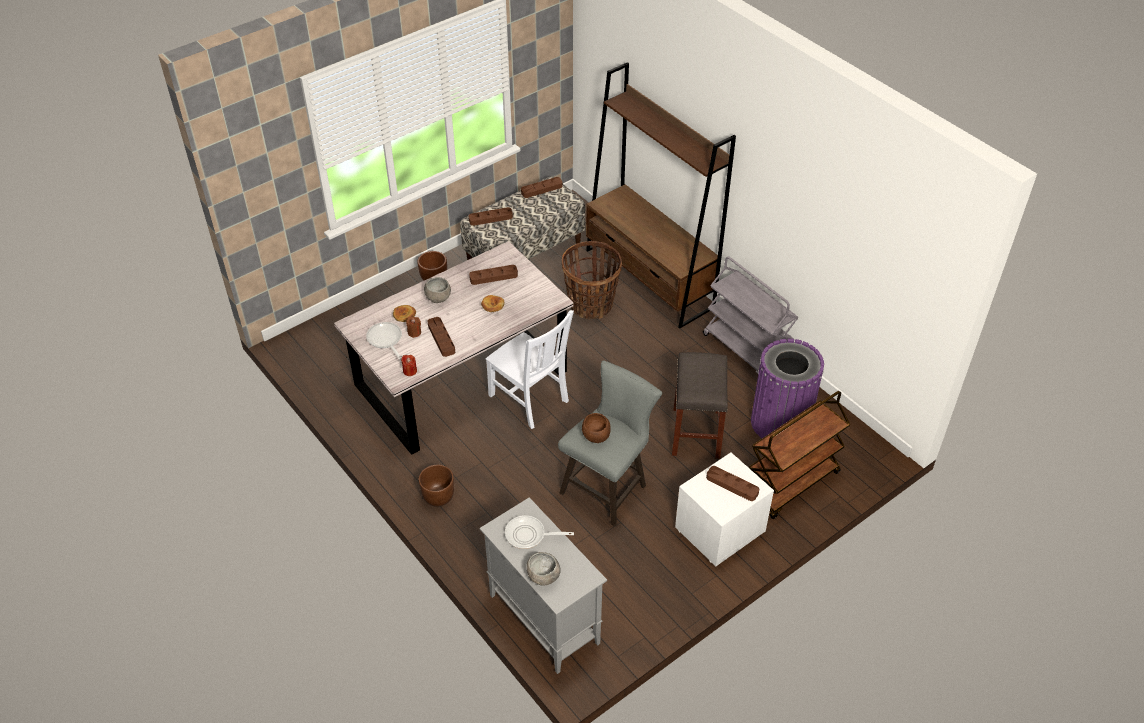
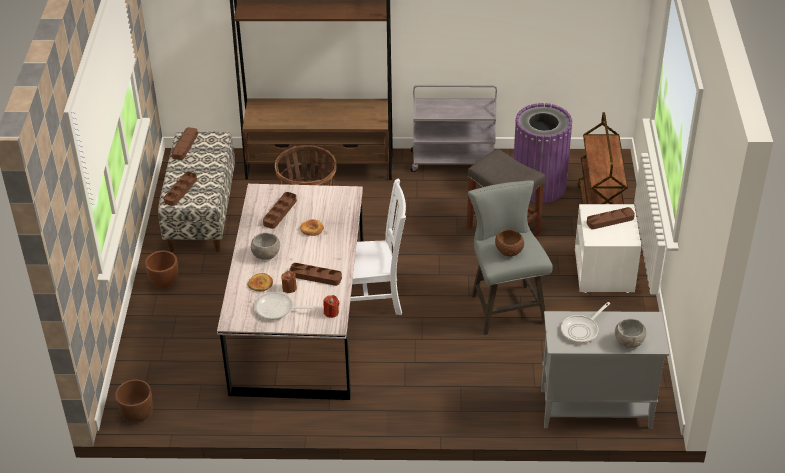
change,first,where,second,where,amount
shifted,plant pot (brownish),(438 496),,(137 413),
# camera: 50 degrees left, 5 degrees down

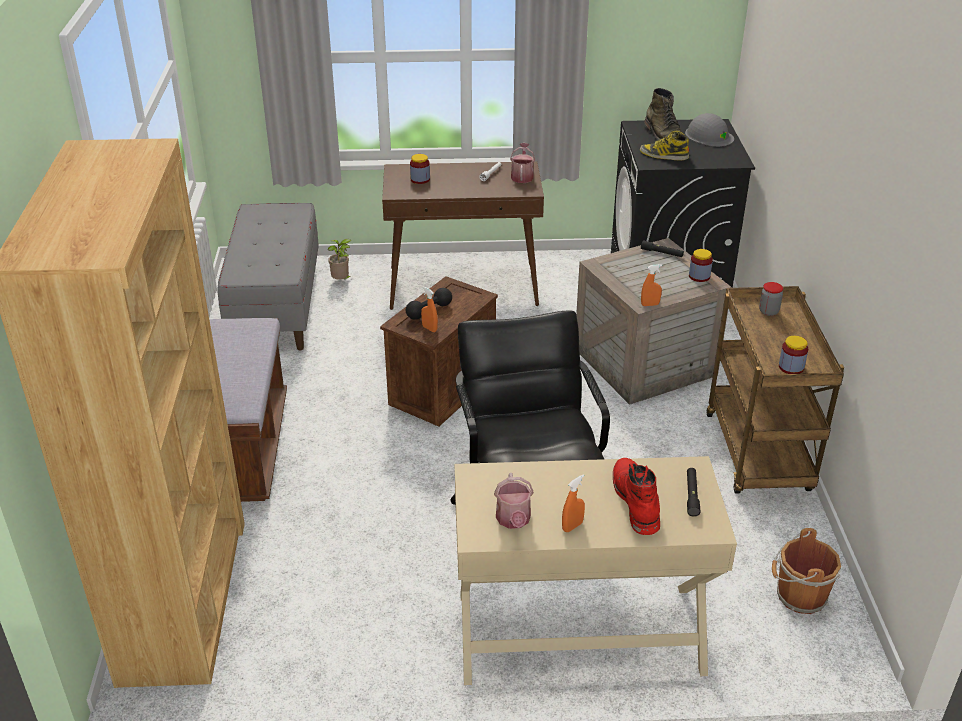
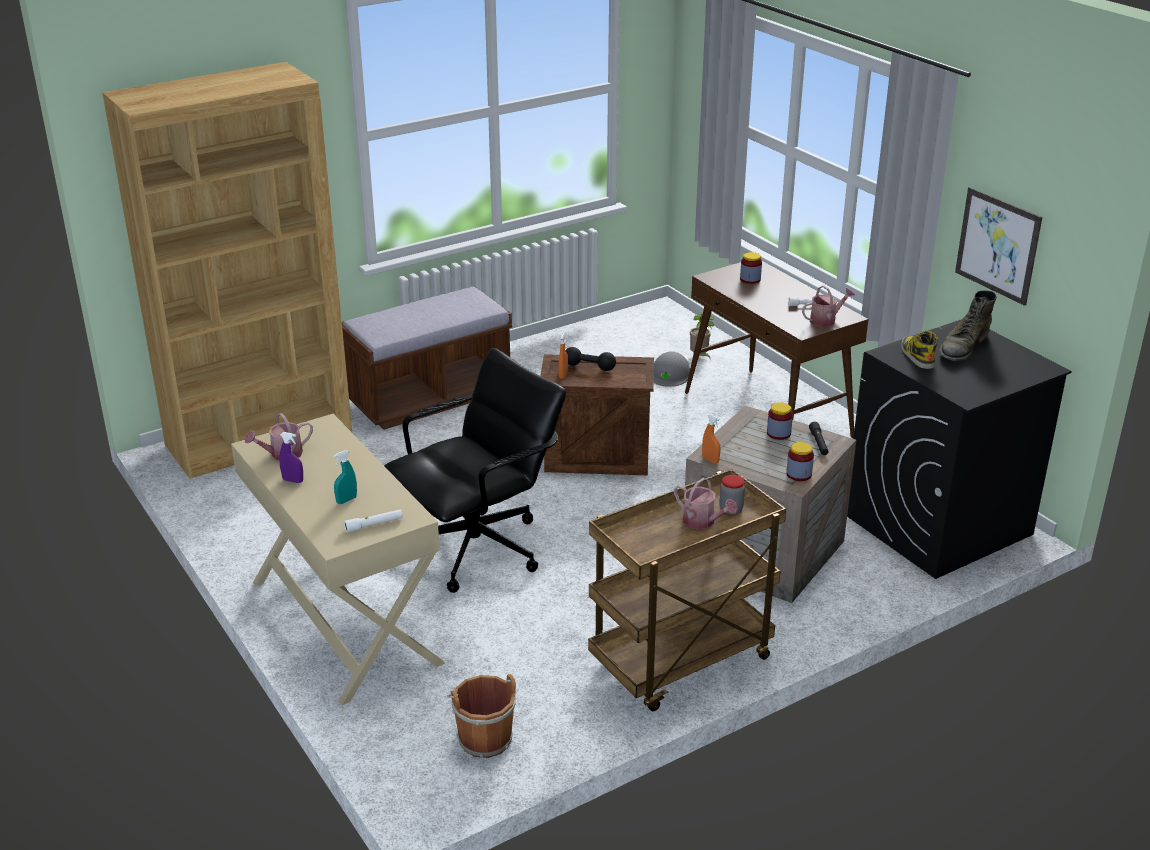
change,first,where,second,where,amount
gone,indoor bench (greyish),(275 307),,,
repainted,sprayer (orange),(572 526),sprayer (purplish),(293 480),
swapped,boot (reddish),(635 500),sprayer (blue-green),(346 500),
shifted,safety helmet (greyish),(709 136),,(670 374),
repainted,torch (black-coloured),(691 495),torch (white),(374 525),
shifted,jar,(791 367),,(778 433),
new,,,sprinkling can,(702 522),
new,,,picture,(997 245),
# camera: 60 degrees right, 5 degrees down

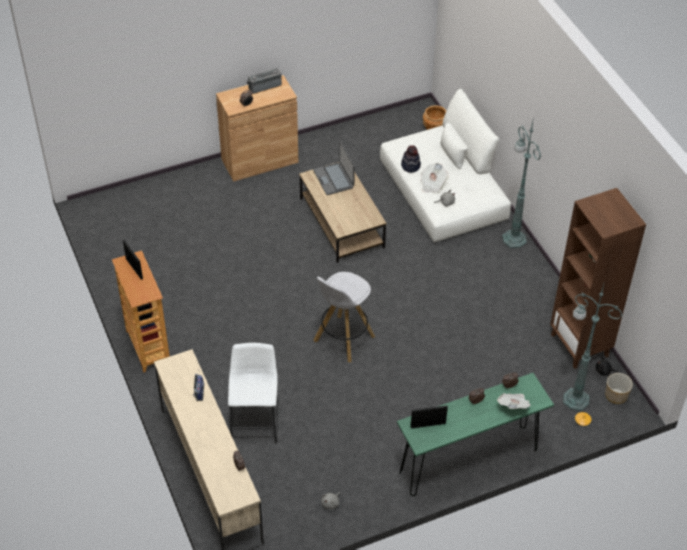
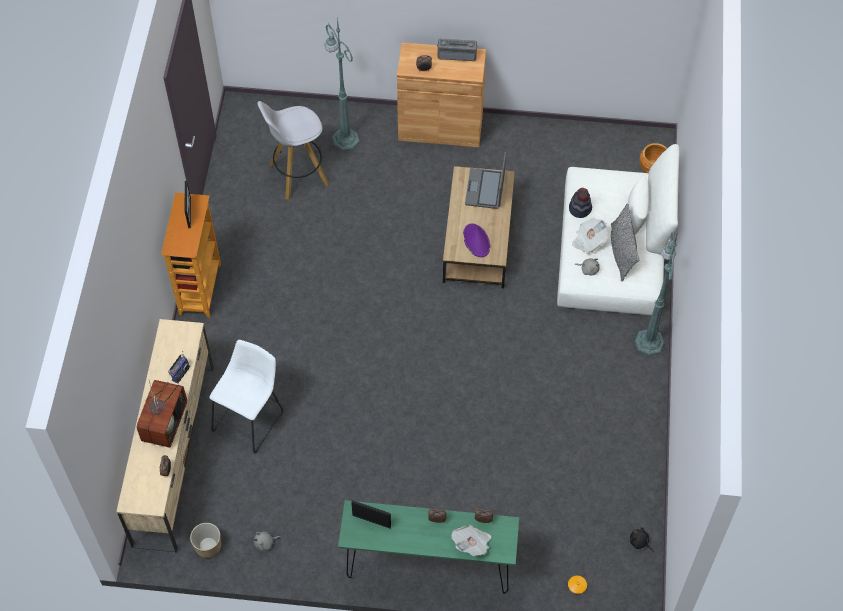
change,first,where,second,where,amount
shifted,stool seat (white),(343 339),,(297 175),
gone,bookshelf (brownish),(580 345),,,
shifted,standard lamp (green),(574 399),,(345 138),
shifted,plant pot,(616 396),,(208 546),
new,,,television,(163 421),
new,,,hat (purplish),(476 241),
new,,,throw pillow (greyish),(621 252),
# camera: 30 degrees right, 10 degrees up

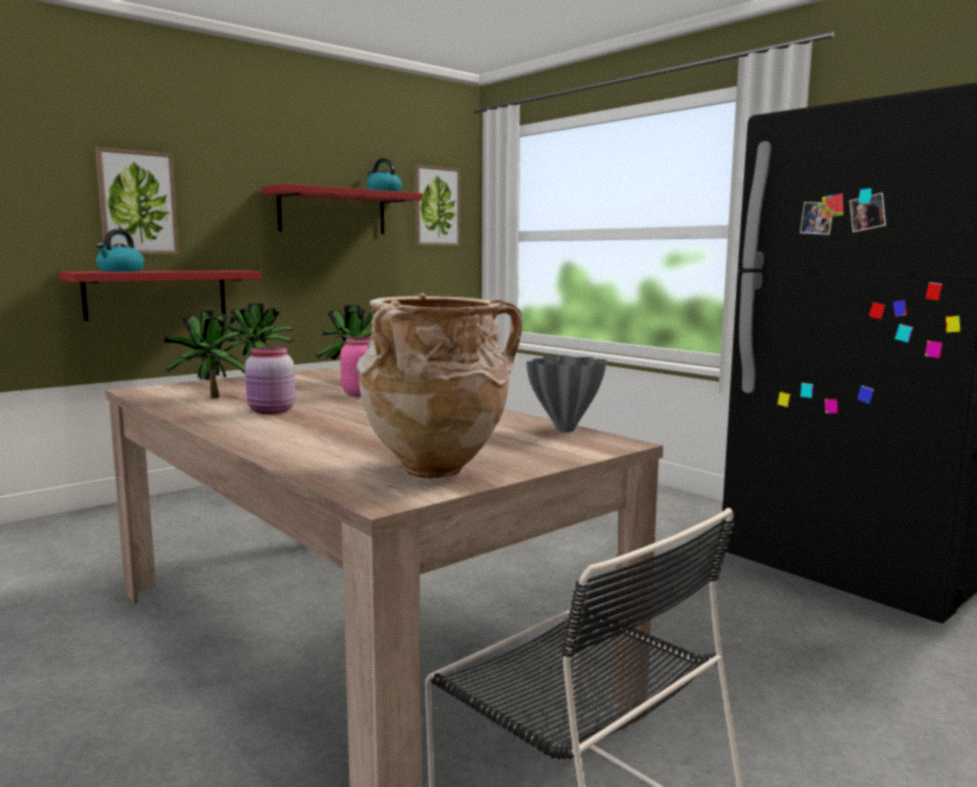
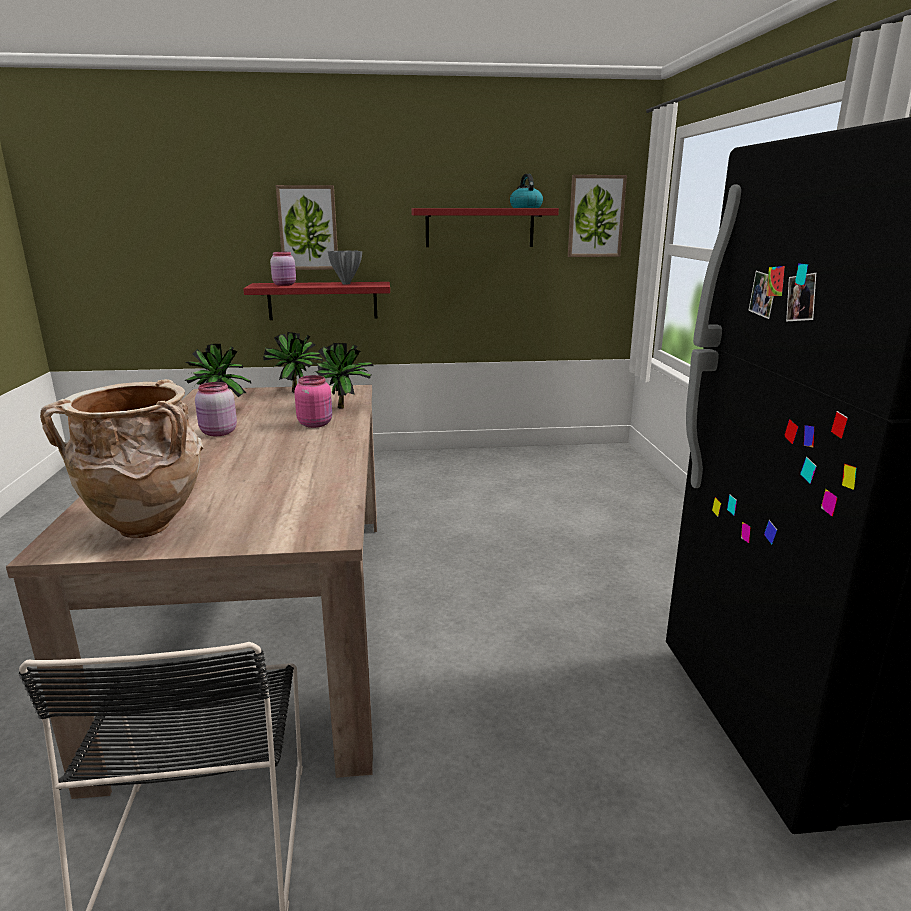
change,first,where,second,where,amount
swapped,water kettle,(120 271),jar (pinkish),(285 285),
shifted,flower vase (greyish),(567 430),,(347 284),
# camera: 35 degrees right, 10 degrees up

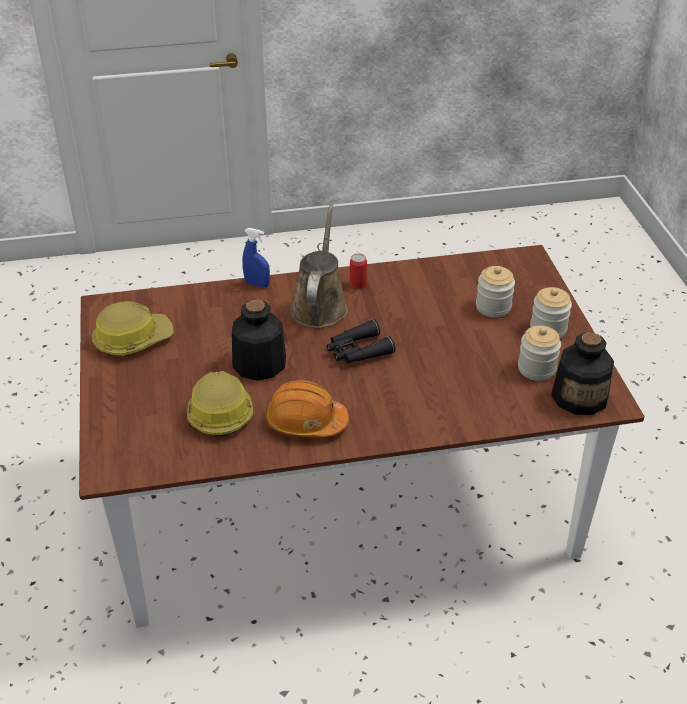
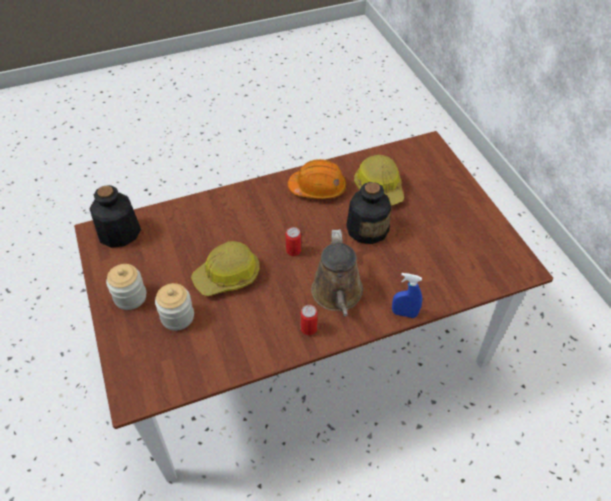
change,first,where,second,where,amount
shifted,safety helmet,(132 339),,(228 276),
swapped,pair of binoculars (black-coloured),(357 351),can,(293 251),
gone,jar,(536 368),,,
# camera: 170 degrees right, 10 degrees up

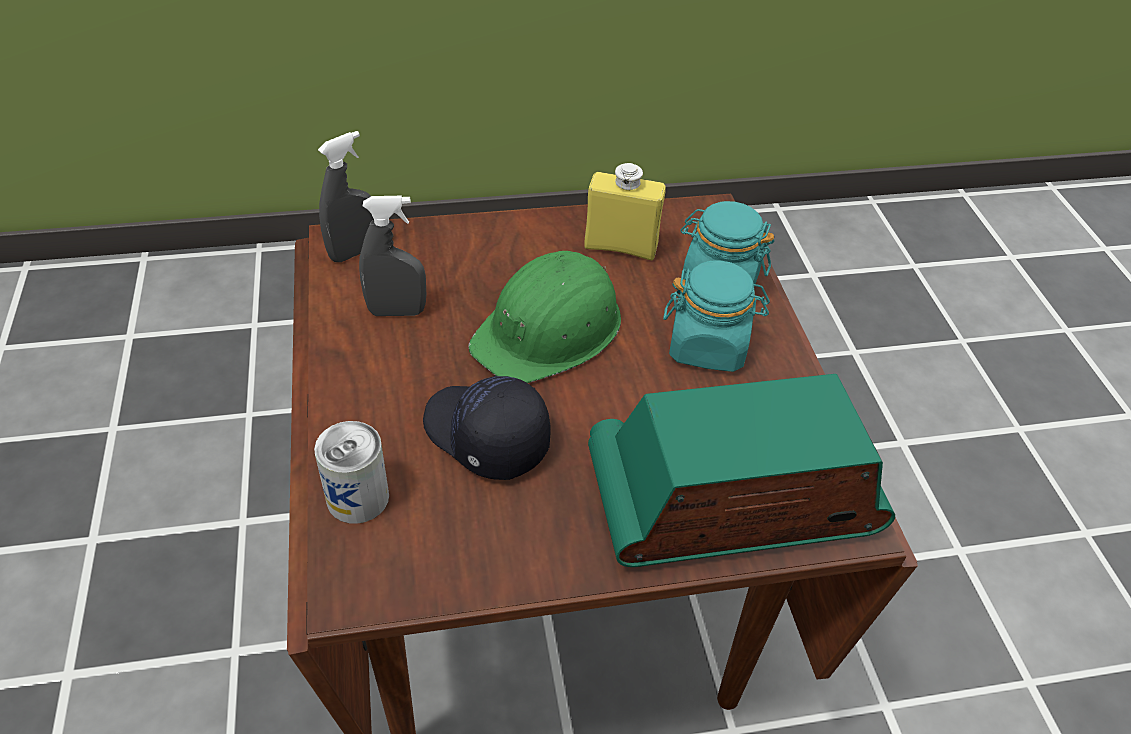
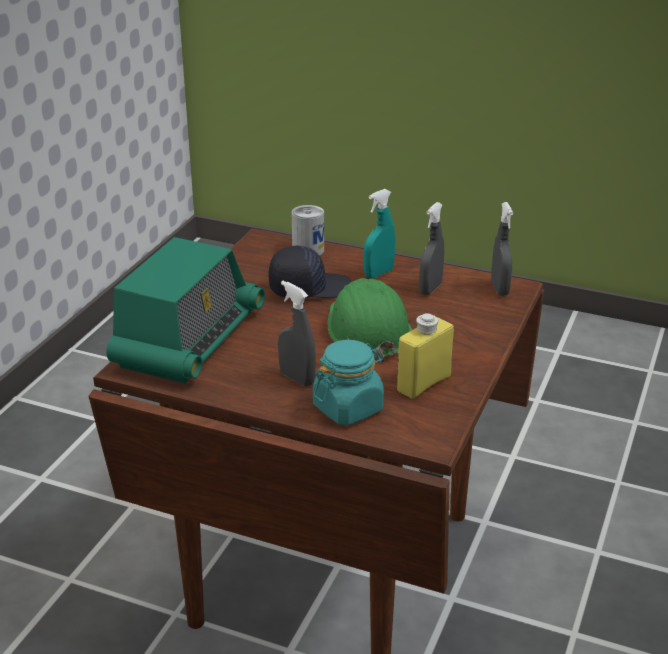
change,first,where,second,where,amount
swapped,jar (blue-green),(708 346),sprayer (greyish),(297 378),
new,,,sprayer (blue-green),(378 273),
# camera: 125 degrees right, 15 degrees down

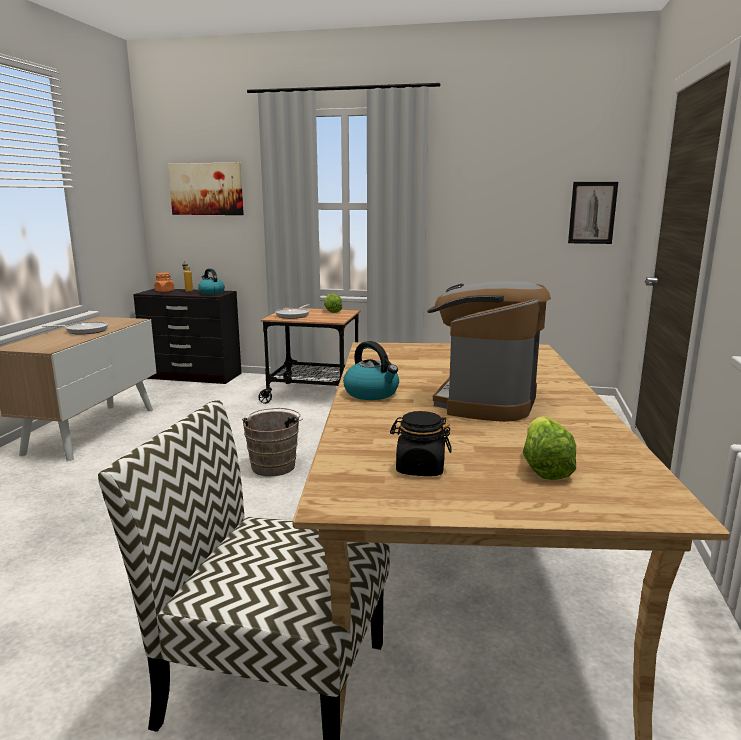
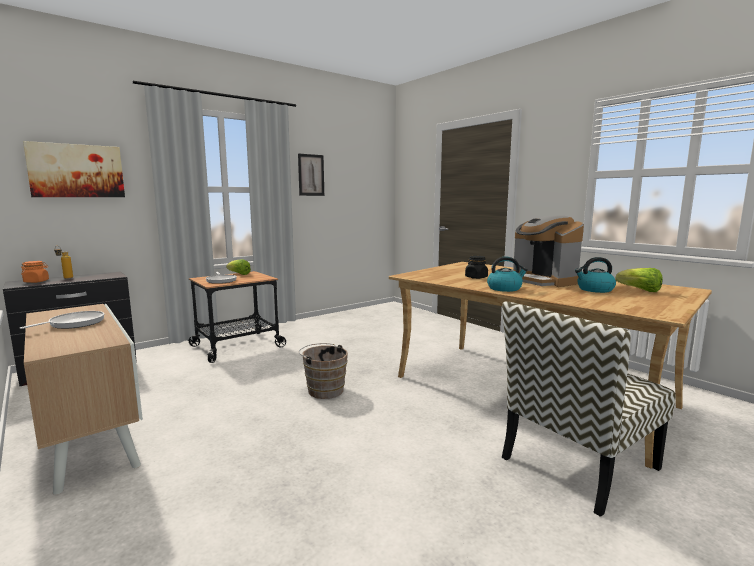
change,first,where,second,where,amount
shifted,water kettle,(211 293),,(594 289),
shifted,jar (black-coloured),(420 468),,(476 277),
shifted,picture,(592 213),,(311 175),
# camera: 50 degrees left, 5 degrees down

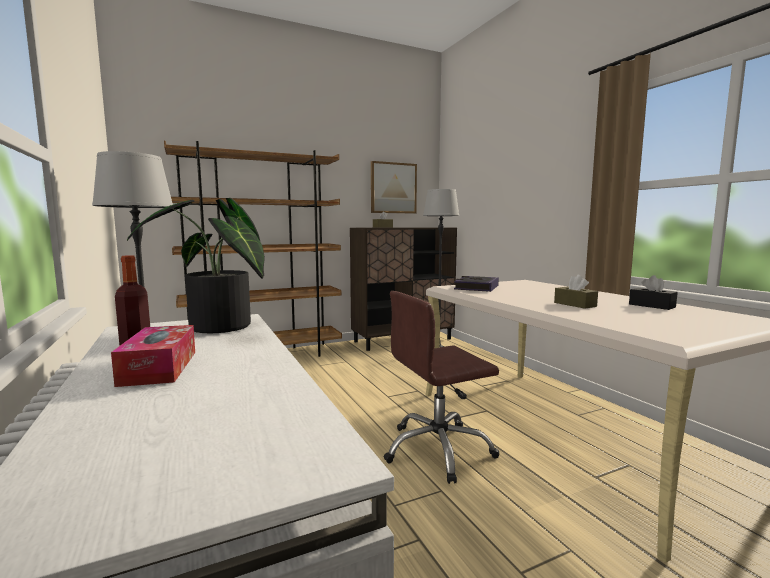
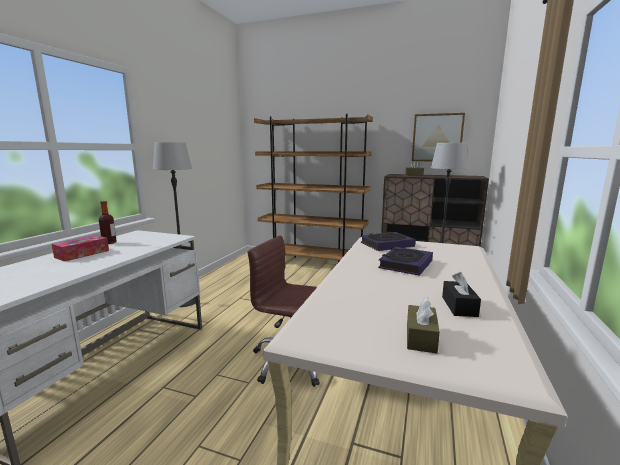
change,first,where,second,where,amount
gone,plant in a pot,(220 328),,,
shifted,tissue holder (brownish),(575 304),,(421 337),
new,,,book,(405 264),
# camera: 45 degrees right, 5 degrees up

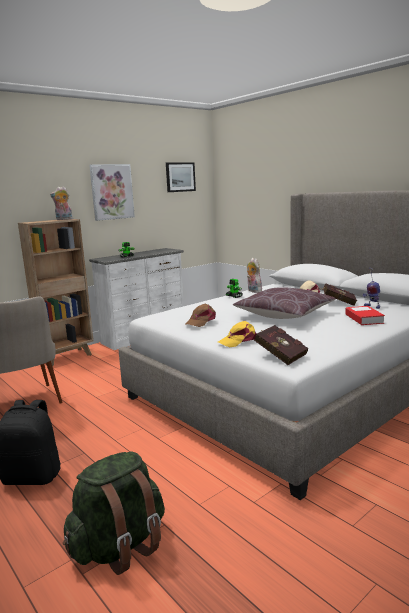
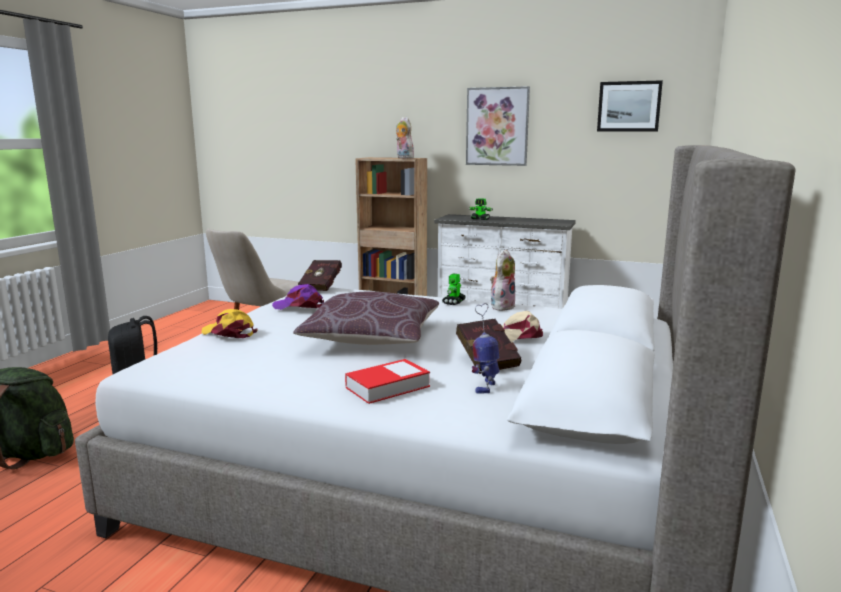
change,first,where,second,where,amount
repainted,peaked cap (brownish),(201 321),peaked cap (purplish),(299 306),
shifted,book (reddish),(279 355),,(322 286),
# camera: 60 degrees right, 0 degrees up

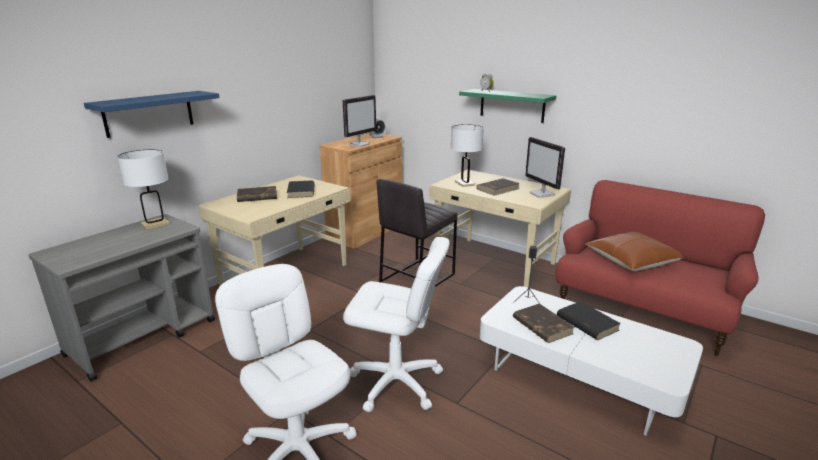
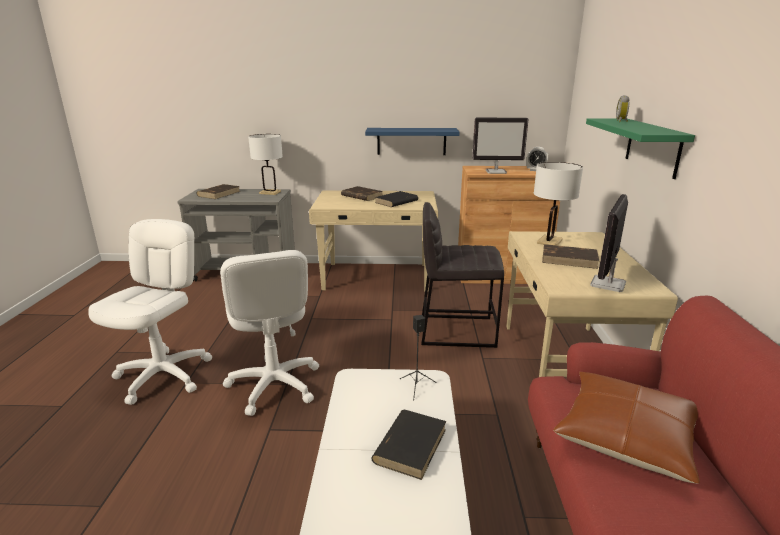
change,first,where,second,where,amount
shifted,shelf (blue),(149 113),,(411 141),
shifted,book (brownish),(542 325),,(219 193),
# camera: 55 degrees right, 0 degrees up

